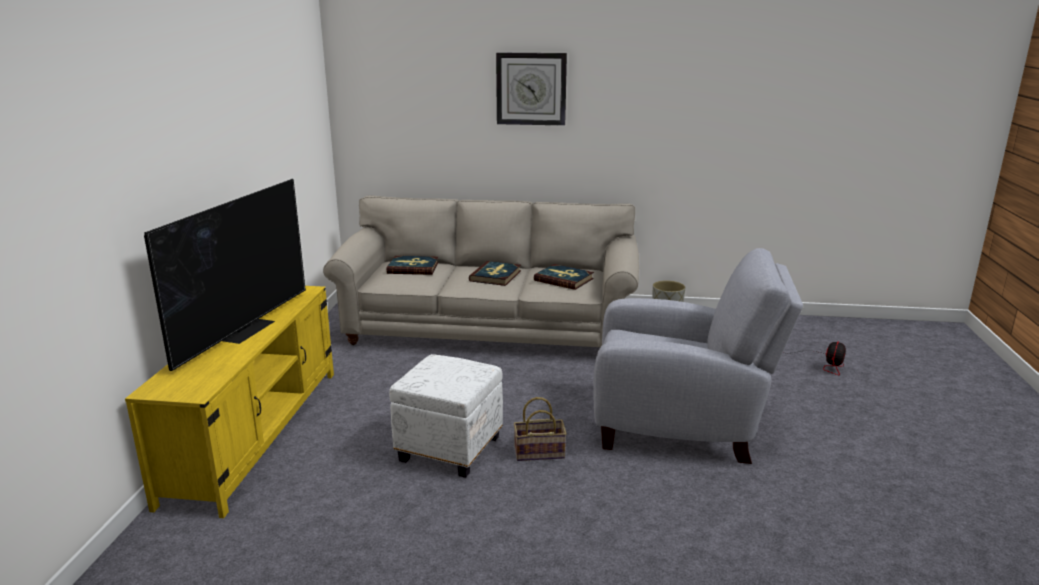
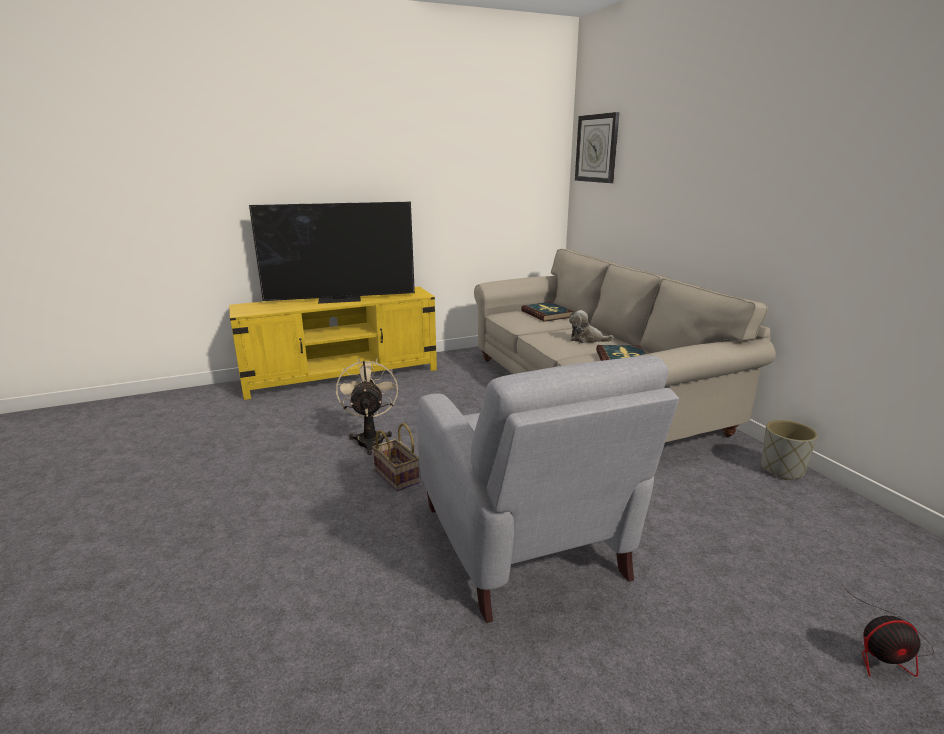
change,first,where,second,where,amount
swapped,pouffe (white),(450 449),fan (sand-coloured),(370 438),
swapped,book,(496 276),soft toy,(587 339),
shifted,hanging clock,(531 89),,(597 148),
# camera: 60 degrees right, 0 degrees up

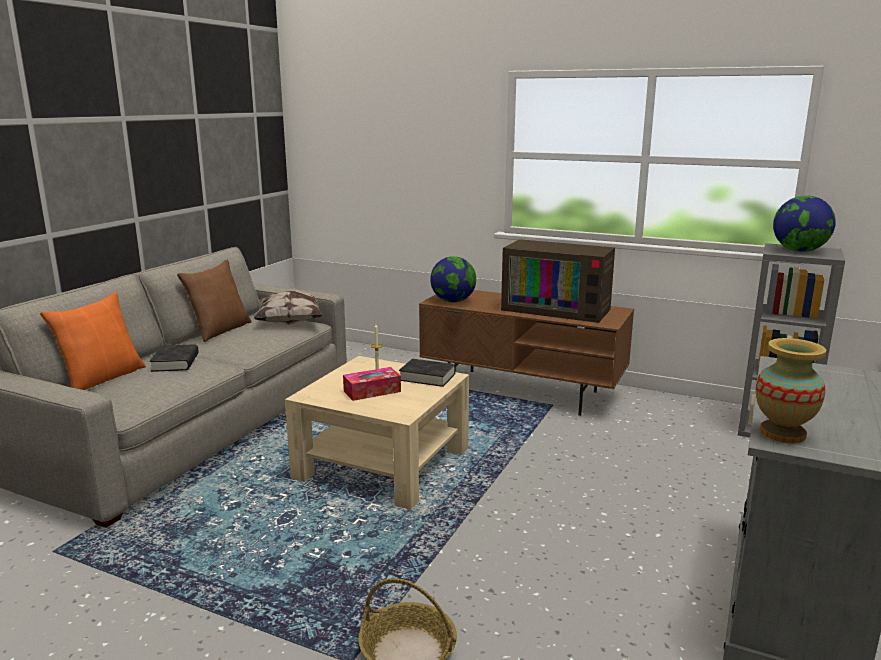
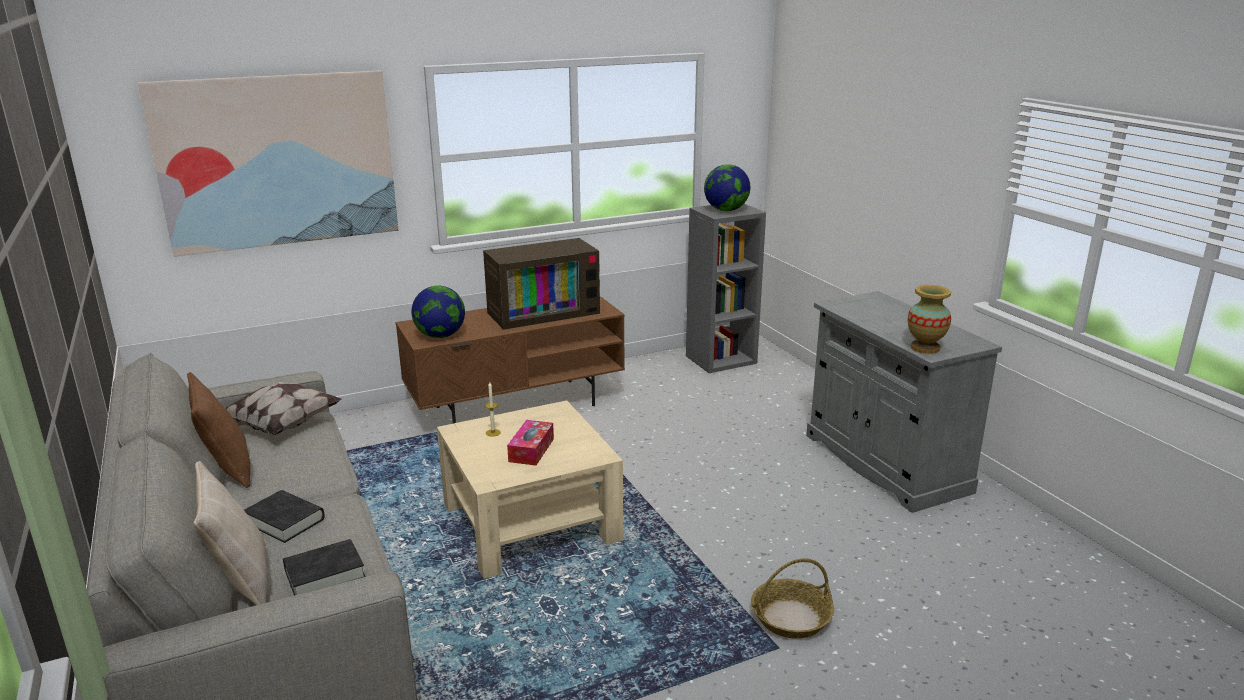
change,first,where,second,where,amount
repainted,throw pillow (orange),(102 378),throw pillow (sand-coloured),(241 580),
shifted,book (black-coloured),(427 377),,(325 574),
new,,,picture,(278 161),
# camera: 50 degrees left, 5 degrees up

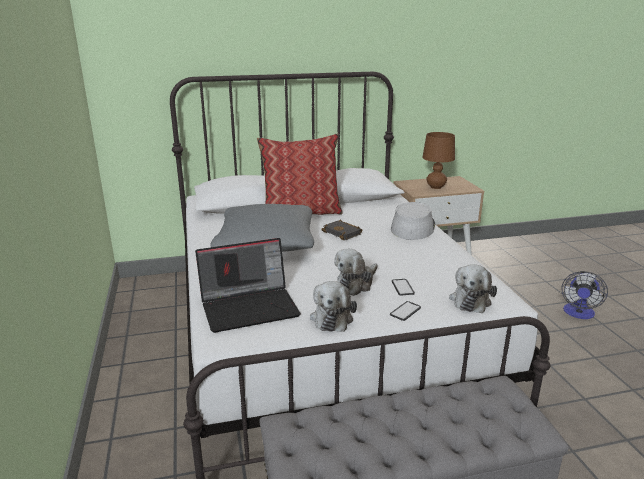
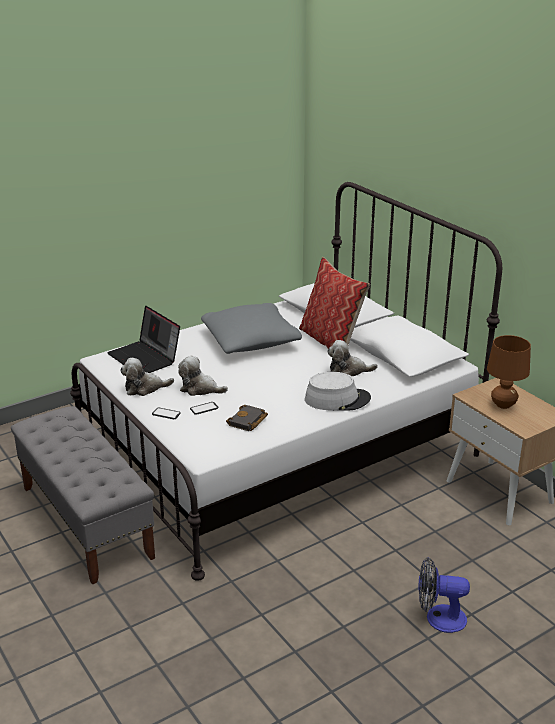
change,first,where,second,where,amount
shifted,book (black-coloured),(343 233),,(248 421),
shifted,soft toy,(470 300),,(348 371),
# camera: 70 degrees right, 5 degrees up

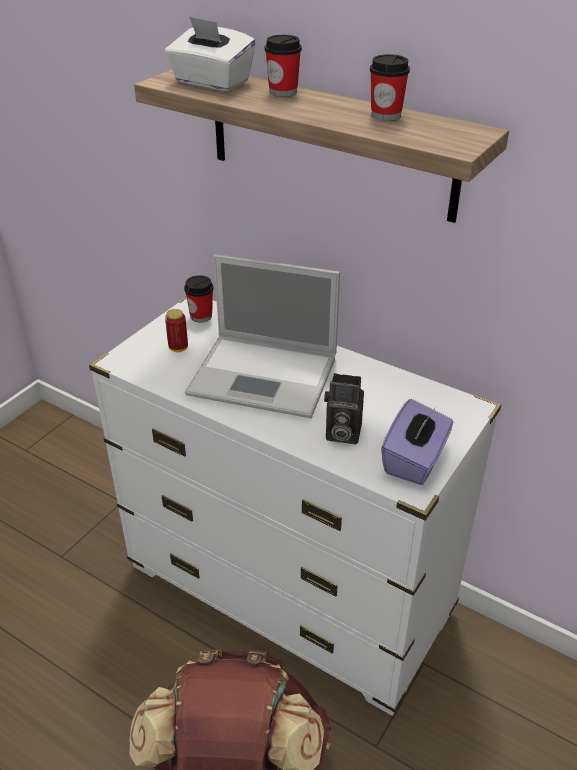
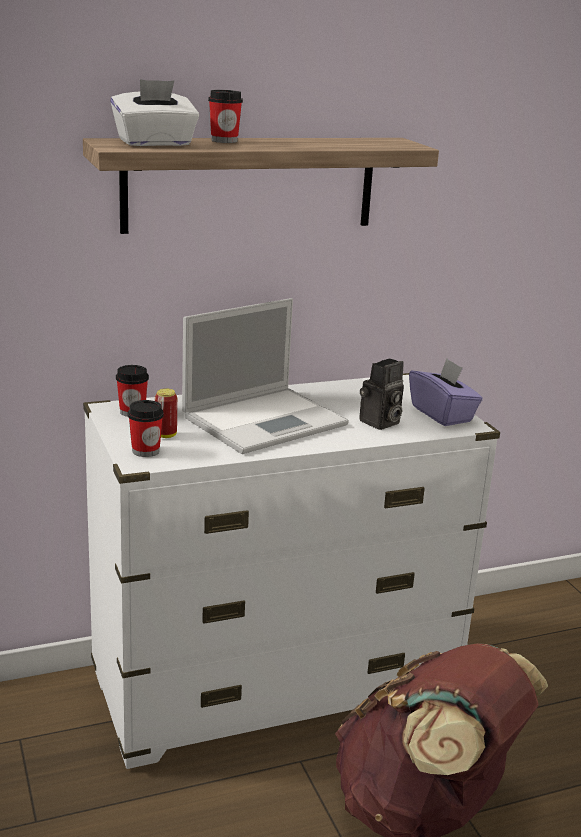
change,first,where,second,where,amount
shifted,small cup,(386 115),,(145 451),
# camera: 55 degrees left, 15 degrees down

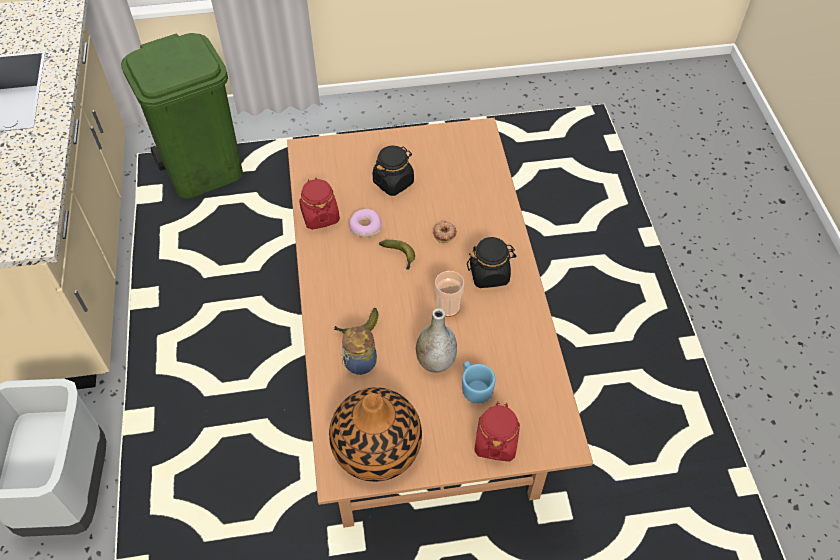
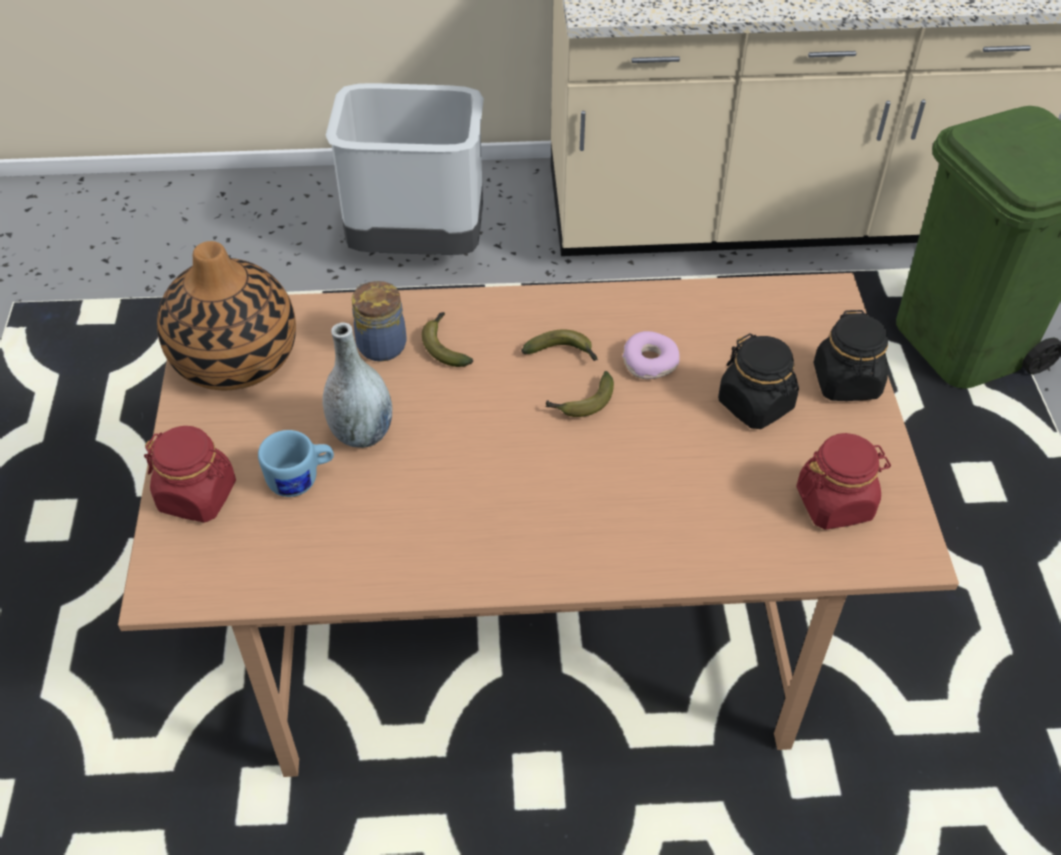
change,first,where,second,where,amount
shifted,jar (reddish),(320 216),,(835 503),
gone,doughnut,(444 233),,,
gone,small cup,(448 307),,,
shifted,jar (black-coloured),(489 274),,(846 382),
new,,,banana fruit,(563 353),
# camera: 95 degrees right, 5 degrees down

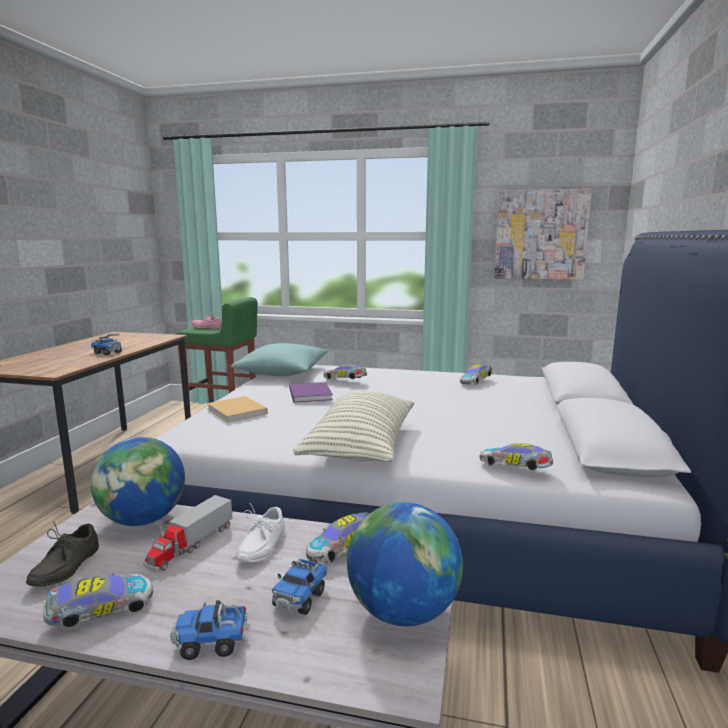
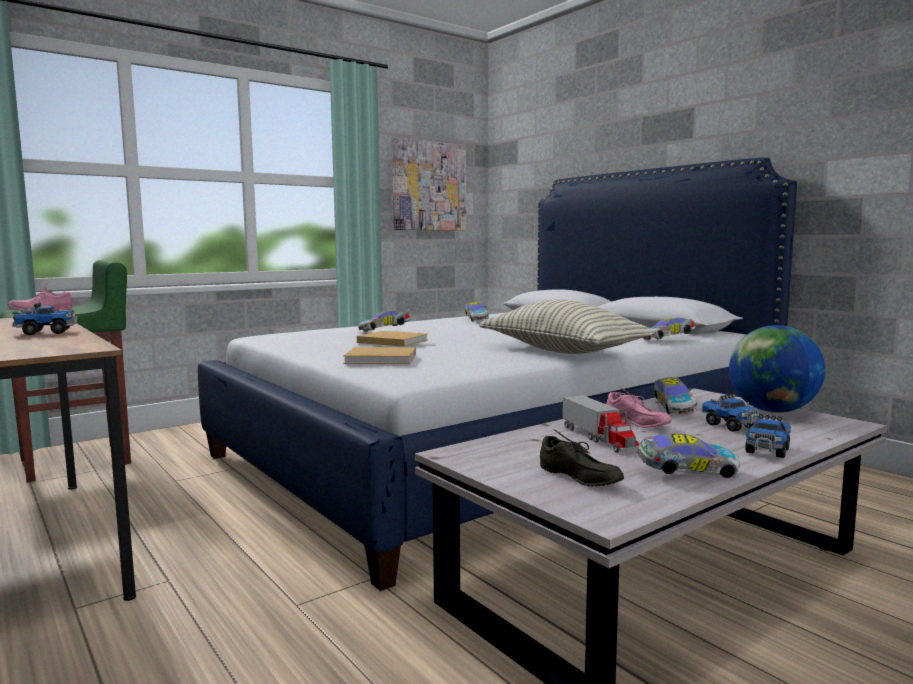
change,first,where,second,where,amount
rotated,toy car,(99 613),,(686 473),75 degrees clockwise
gone,world globe,(143 520),,,
gone,throw pillow (blue-green),(282 373),,,
repainted,shoe (white),(259 546),shoe (pinkish),(635 423),
repainted,book (purplish),(310 394),book (sand-coloured),(391 341),
# camera: 50 degrees left, 5 degrees down

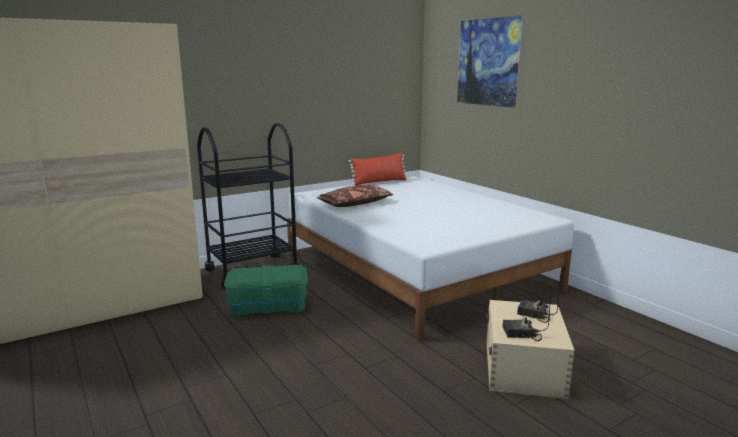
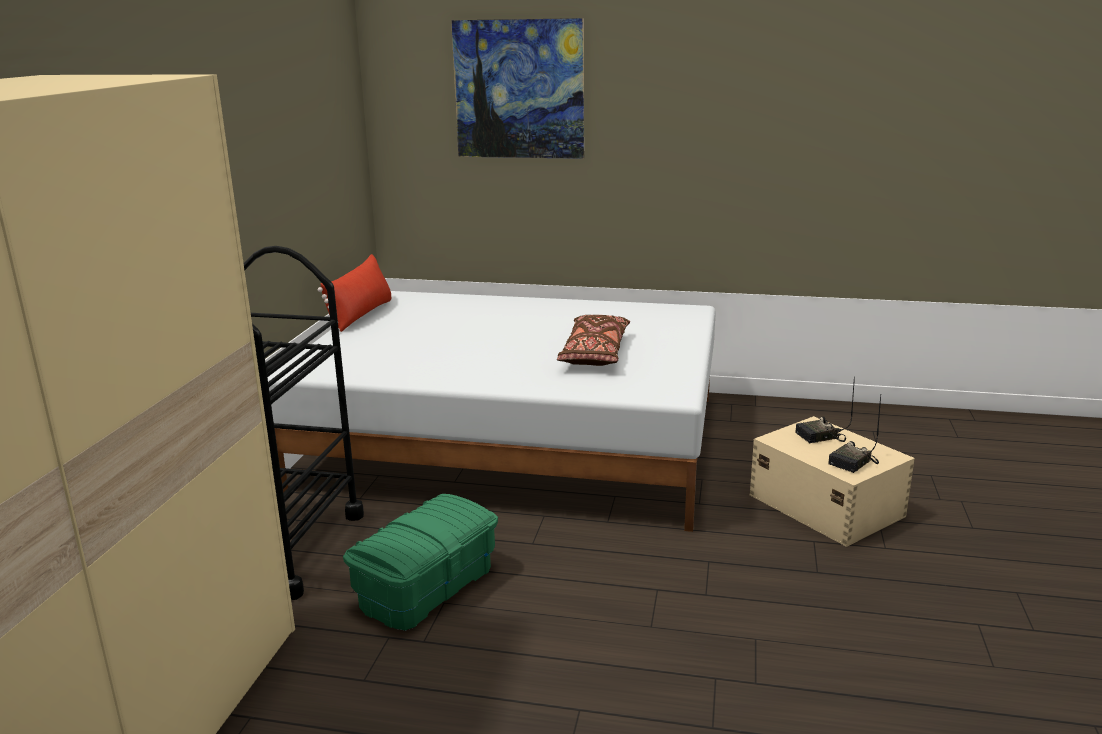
change,first,where,second,where,amount
shifted,throw pillow (brownish),(355 204),,(594 353),
# camera: 45 degrees left, 5 degrees up

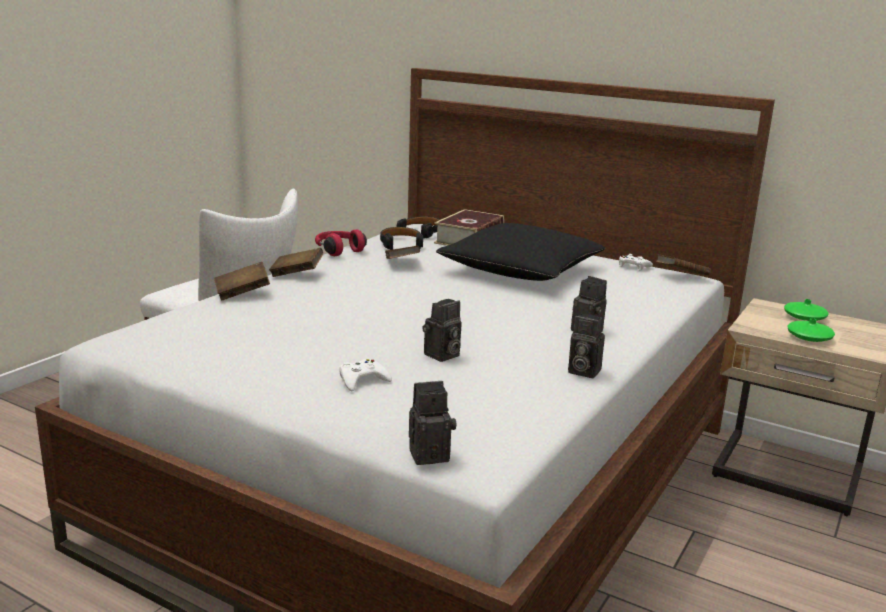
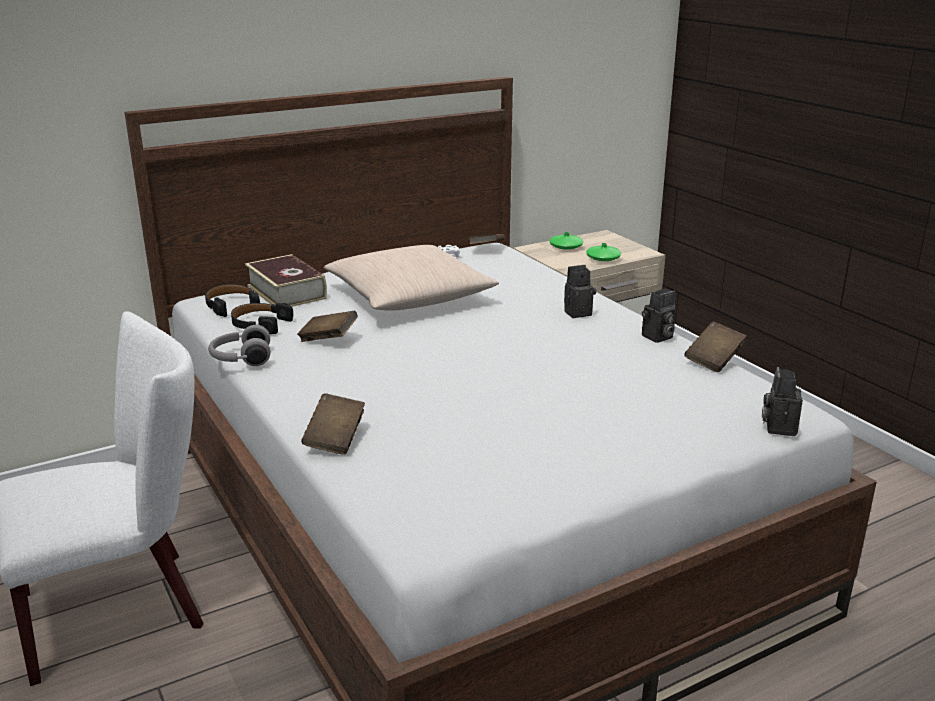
change,first,where,second,where,amount
shifted,book (brownish),(296 274),,(714 360),
repainted,headphones (reddish),(338 250),headphones (greyish),(241 359),
gone,joypad (white),(362 380),,,
gone,photo camera,(442 356),,,
repainted,throw pillow (black-coloured),(521 271),throw pillow (sand-coloured),(409 296),
# camera: 60 degrees left, 5 degrees up

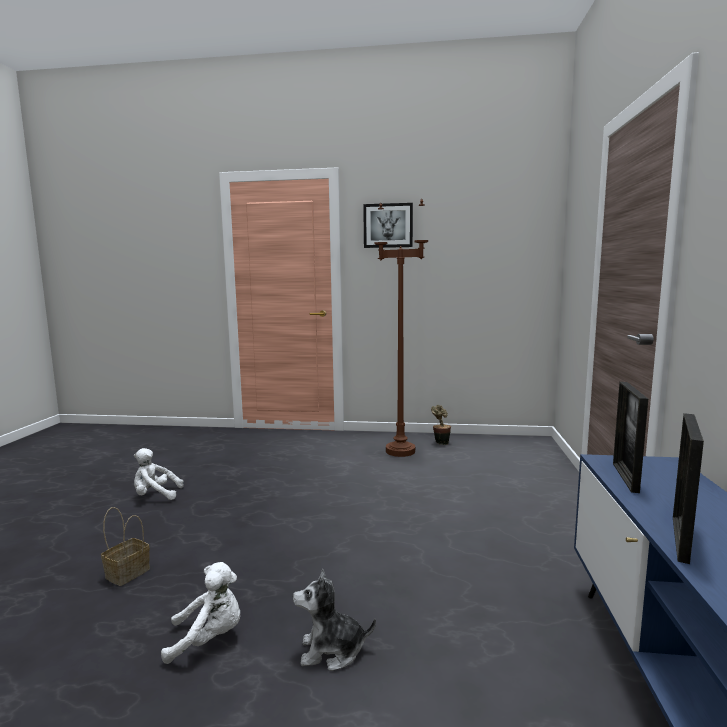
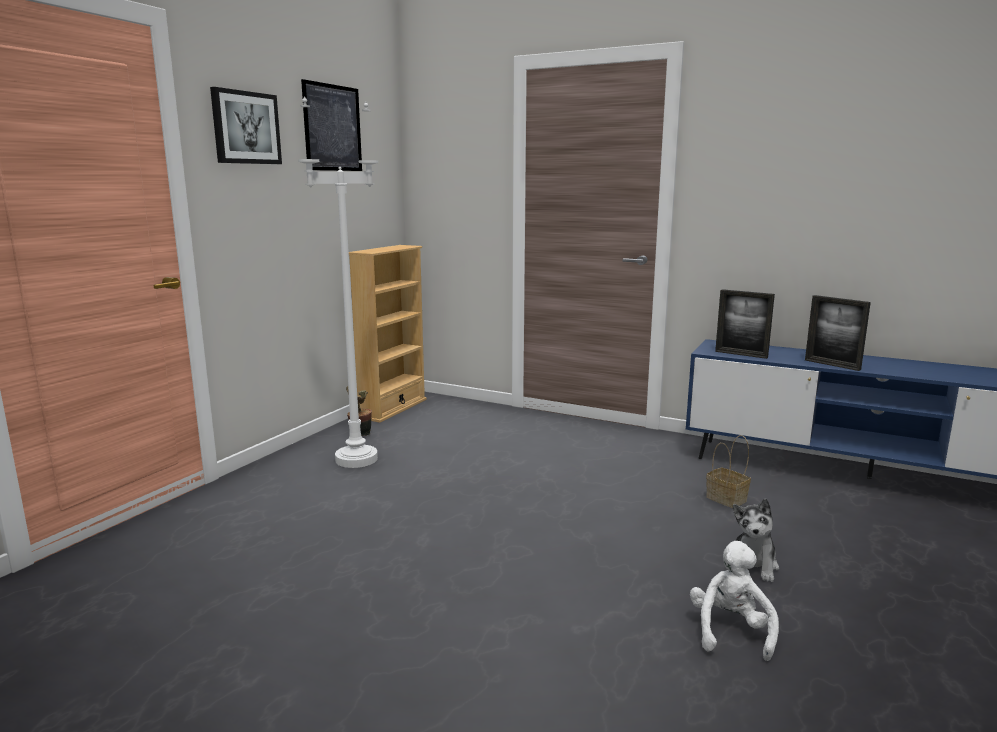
change,first,where,second,where,amount
shifted,basket,(127 574),,(727 499),
gone,soft toy (white),(155 495),,,
repainted,standard lamp (brownish),(400 451),standard lamp (white),(356 459),
new,,,picture,(332 128),
new,,,bookshelf (sand-coloured),(393 408),
# camera: 70 degrees left, 5 degrees up

